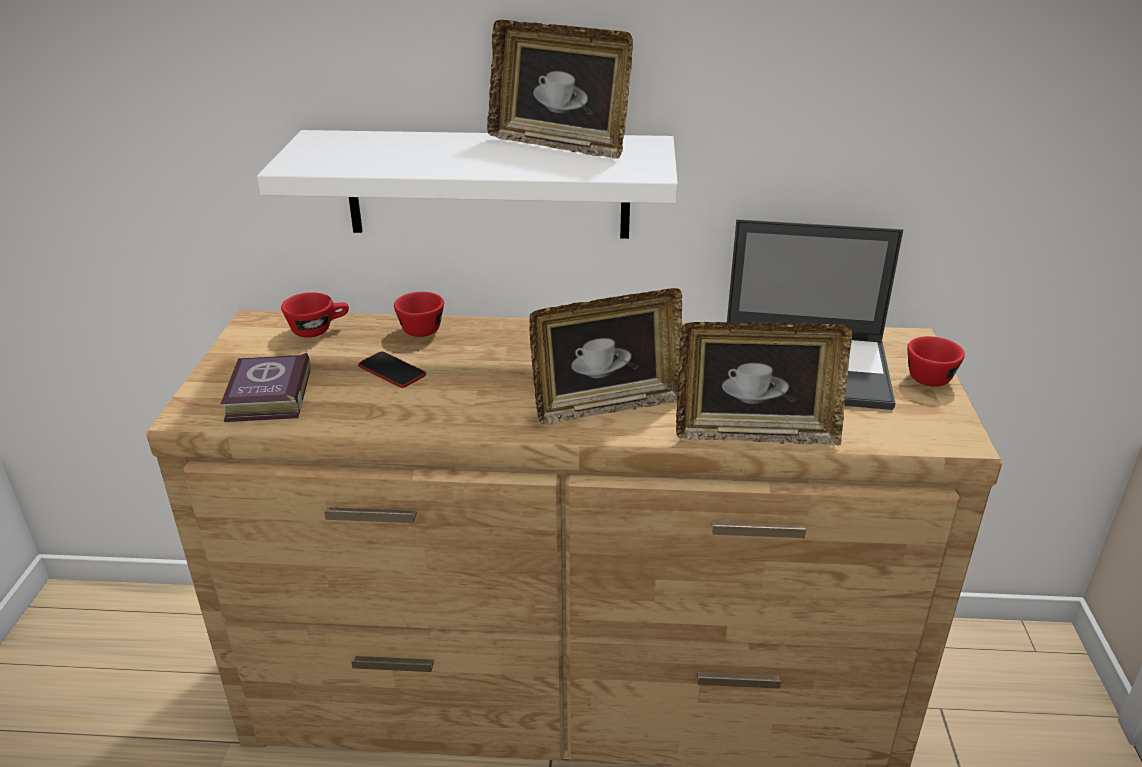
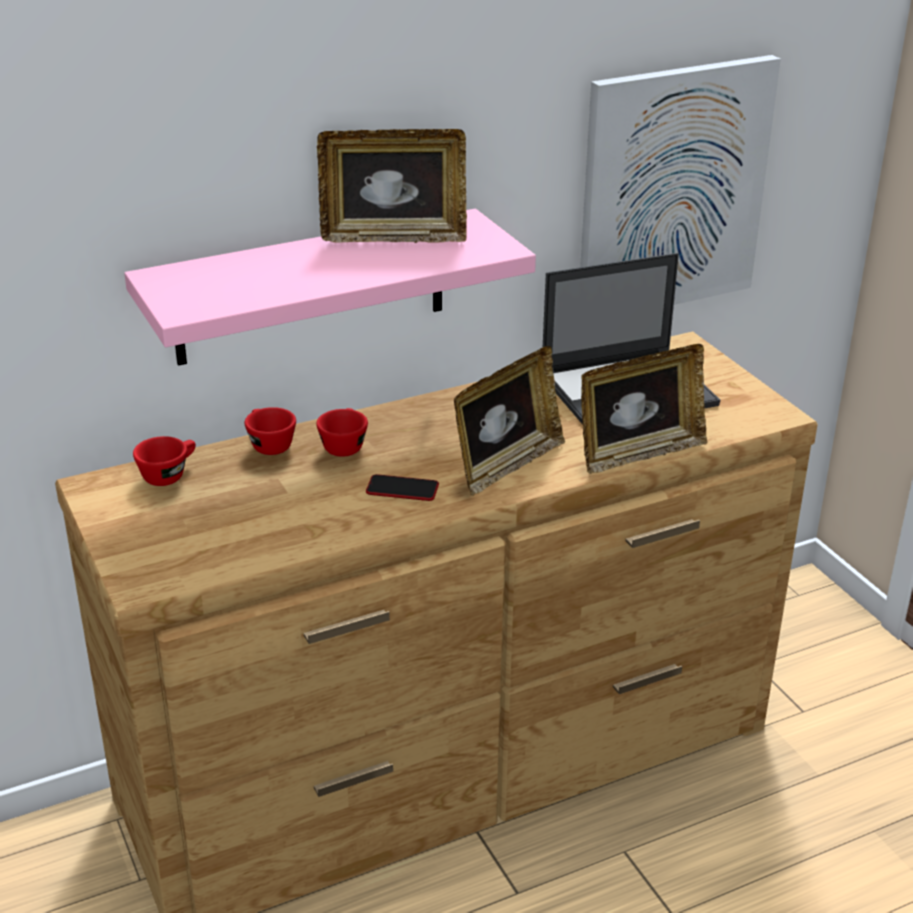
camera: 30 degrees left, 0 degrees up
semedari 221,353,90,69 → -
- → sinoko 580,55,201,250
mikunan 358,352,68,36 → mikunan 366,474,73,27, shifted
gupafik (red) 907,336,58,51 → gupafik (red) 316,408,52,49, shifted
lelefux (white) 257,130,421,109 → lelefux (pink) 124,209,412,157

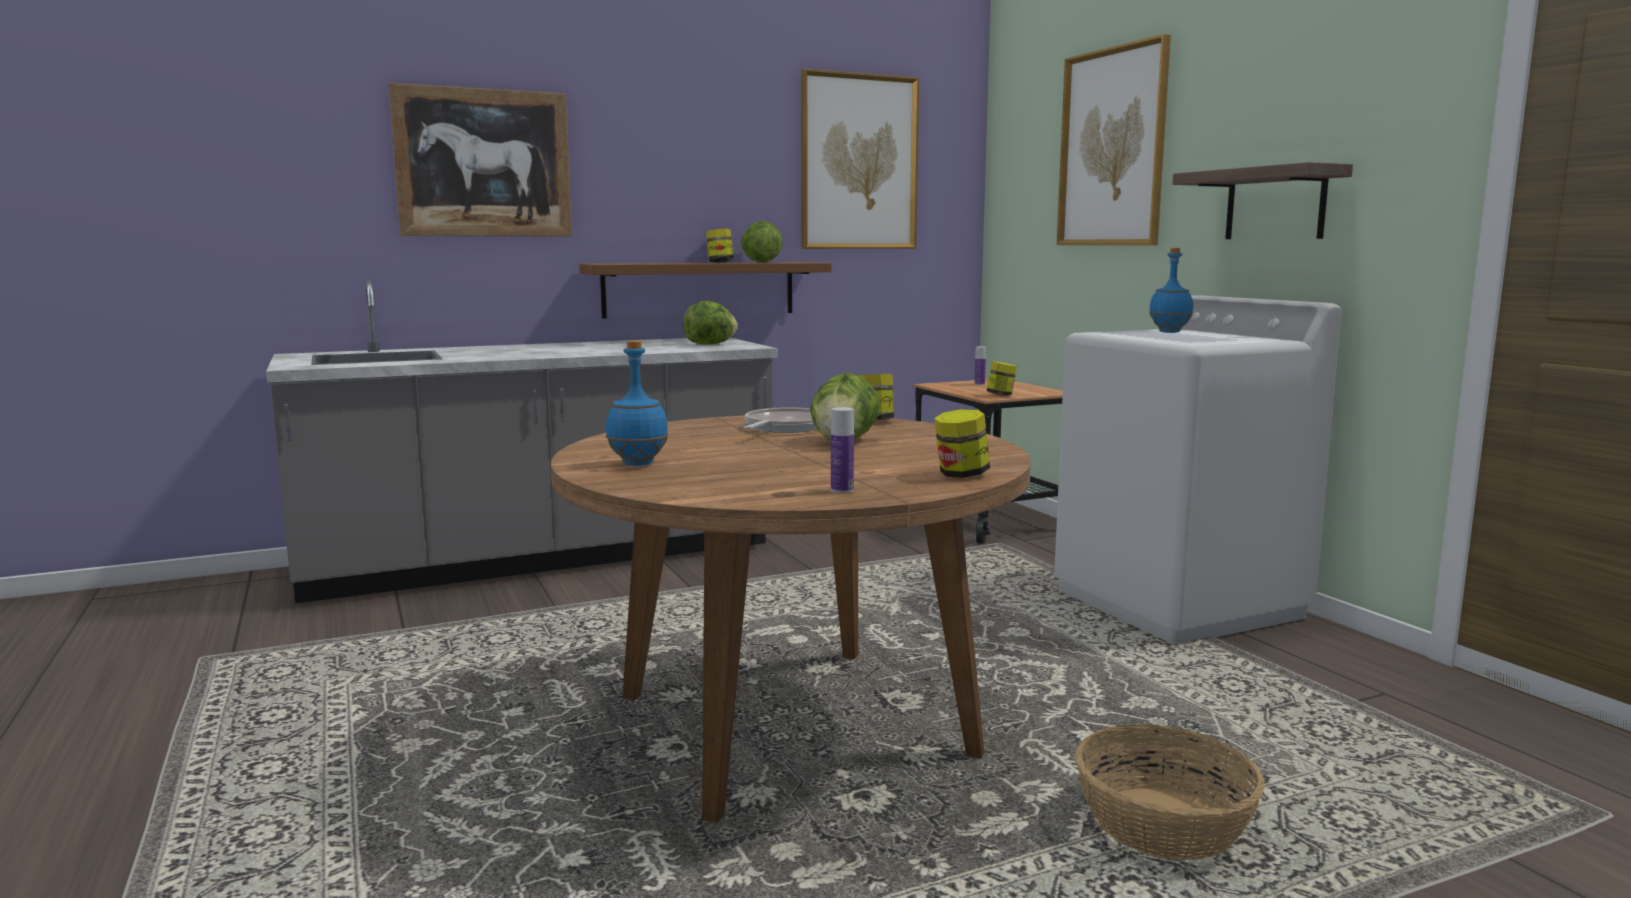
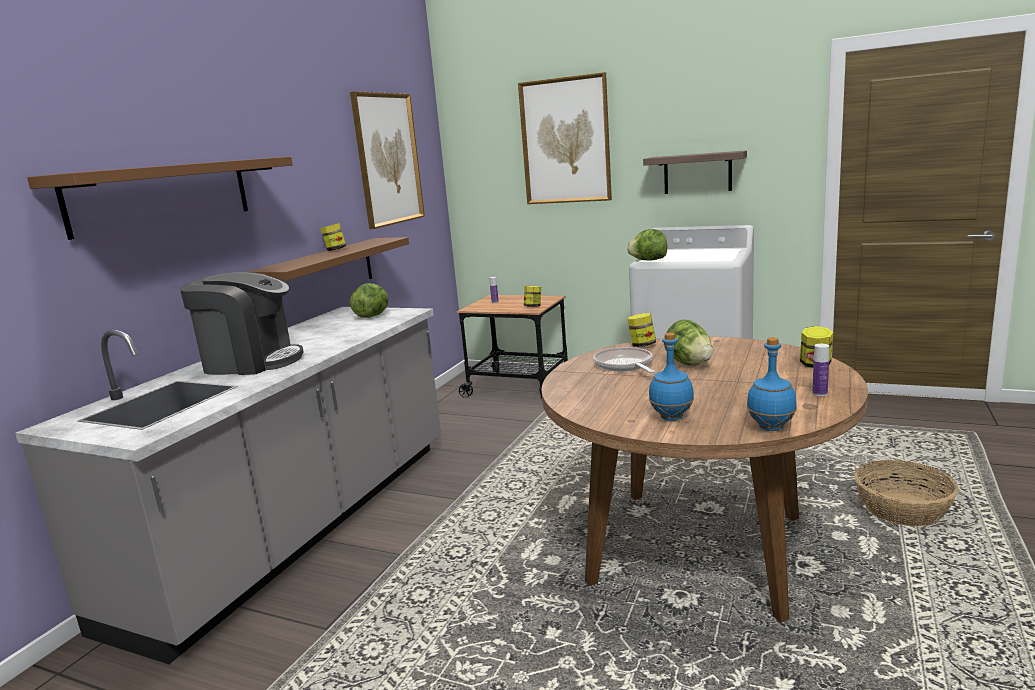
camera: 40 degrees left, 5 degrees up
- → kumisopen 180,272,123,103
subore 741,221,42,41 → subore 627,229,41,32, shifted
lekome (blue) 1149,248,44,85 → lekome (blue) 747,337,50,94, shifted
sinoko 389,83,183,154 → lelefux (brown) 27,156,266,84

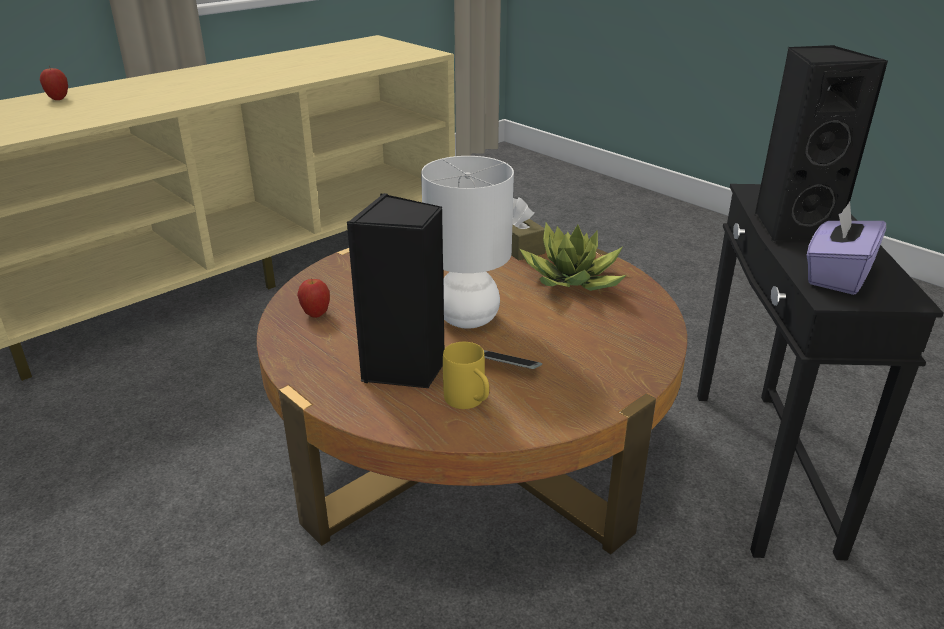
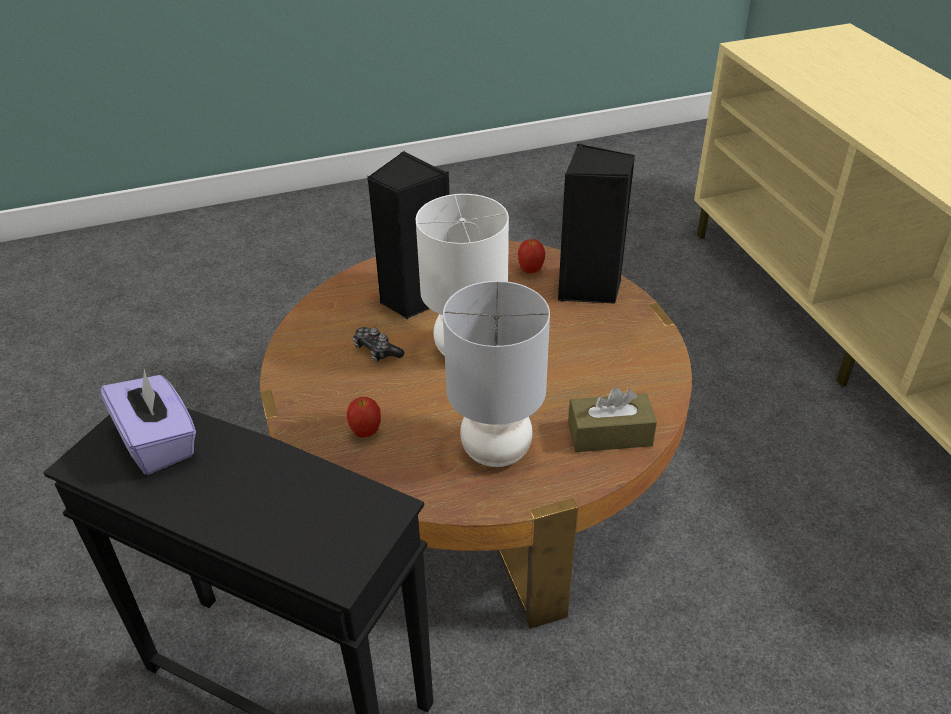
camera: 115 degrees right, 10 degrees up
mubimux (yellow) 443,342,46,67 → -
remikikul 40,66,28,34 → remikikul 347,397,34,41, shifted
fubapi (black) 755,45,133,197 → fubapi (black) 558,144,77,160, shifted
mikunan 484,350,58,19 → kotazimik 353,327,51,35
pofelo 520,223,106,68 → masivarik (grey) 443,281,107,186

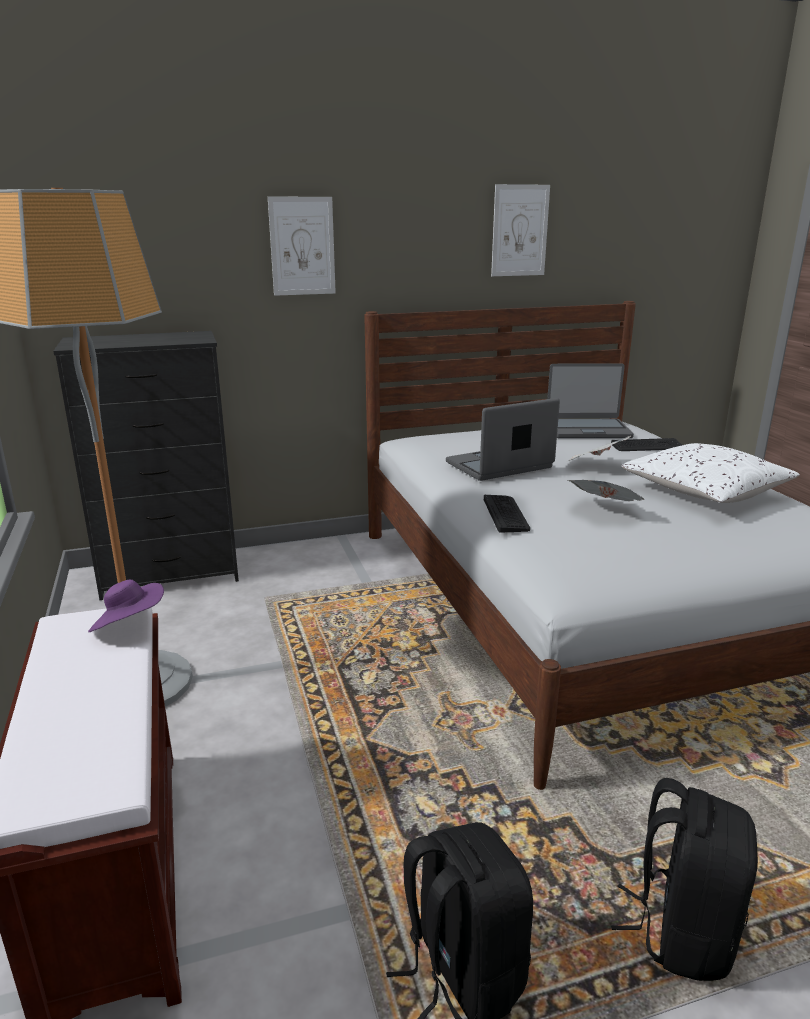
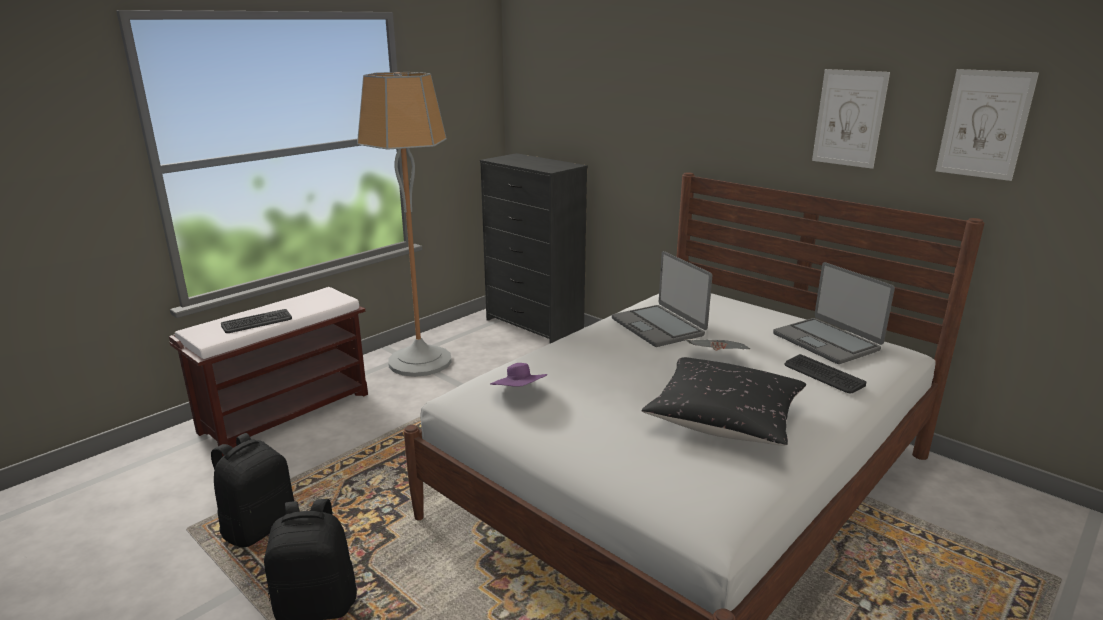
camera: 60 degrees right, 0 degrees up
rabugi 568,480,76,21 → -
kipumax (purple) 88,580,76,53 → kipumax (purple) 490,363,57,24, shifted
sinoko 268,197,68,99 → sinoko 936,69,103,112, shifted
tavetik 484,495,46,37 → tavetik 221,309,71,24, shifted
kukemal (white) 621,443,179,60 → kukemal (black) 641,357,165,89
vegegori 446,398,114,83 → vegegori 612,251,100,96, 150 degrees counterclockwise

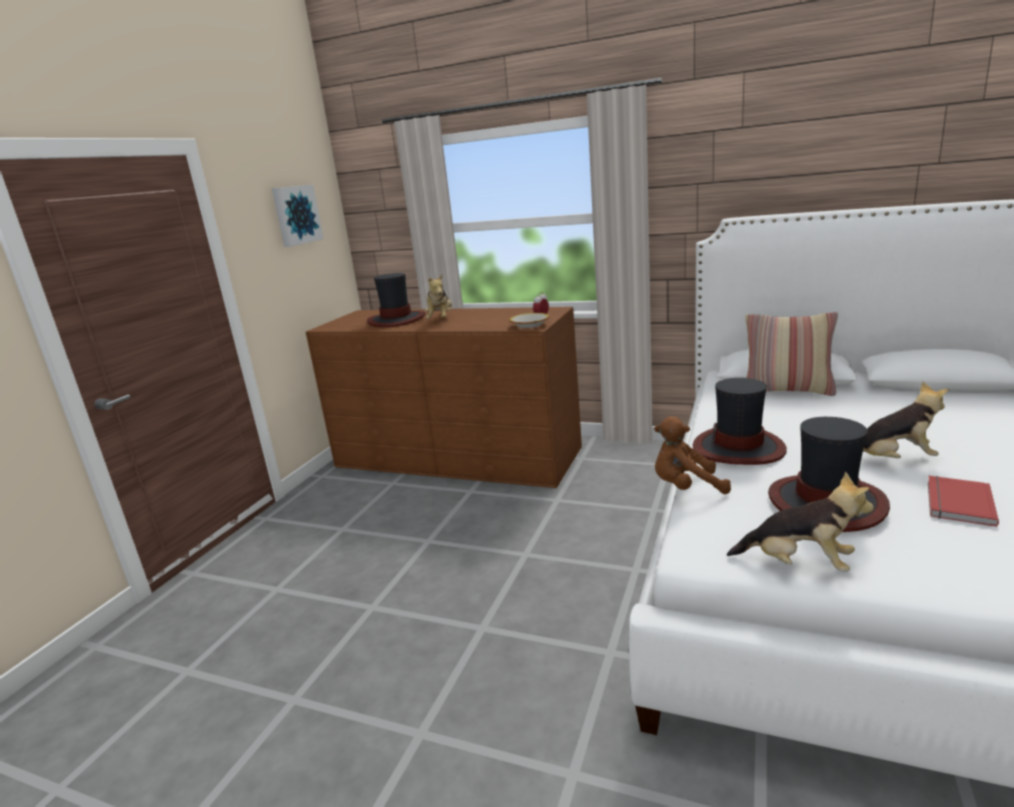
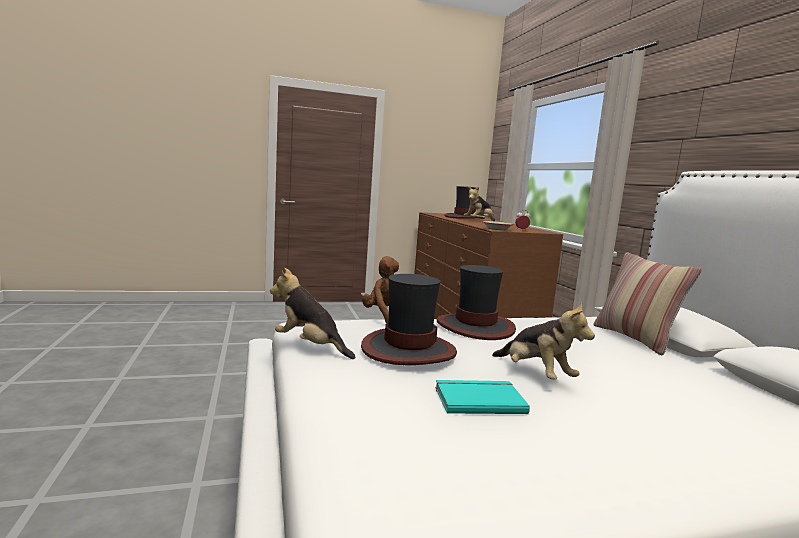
camera: 50 degrees right, 10 degrees down
sinoko 272,185,52,62 → -
semedari (red) 928,476,71,51 → semedari (turquoise) 435,380,95,34
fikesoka 727,471,147,101 → fikesoka 270,268,85,91, 135 degrees clockwise

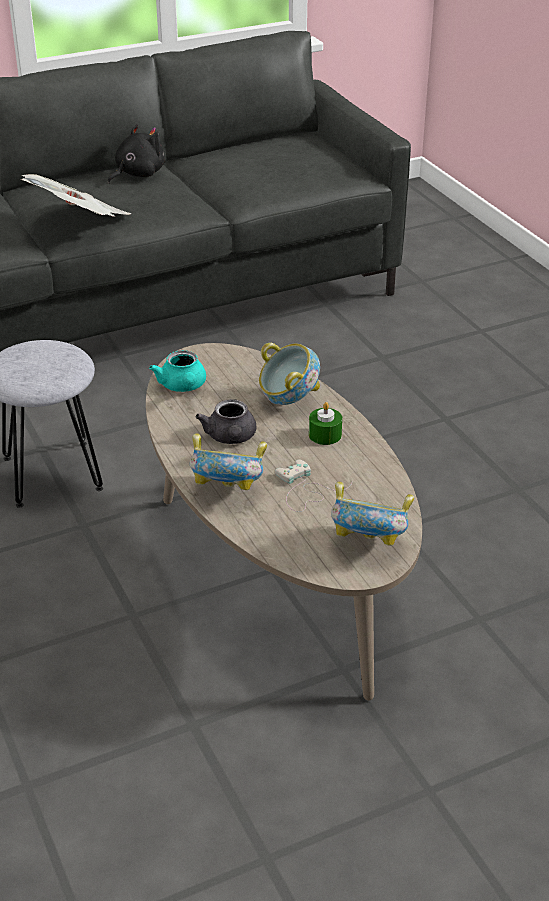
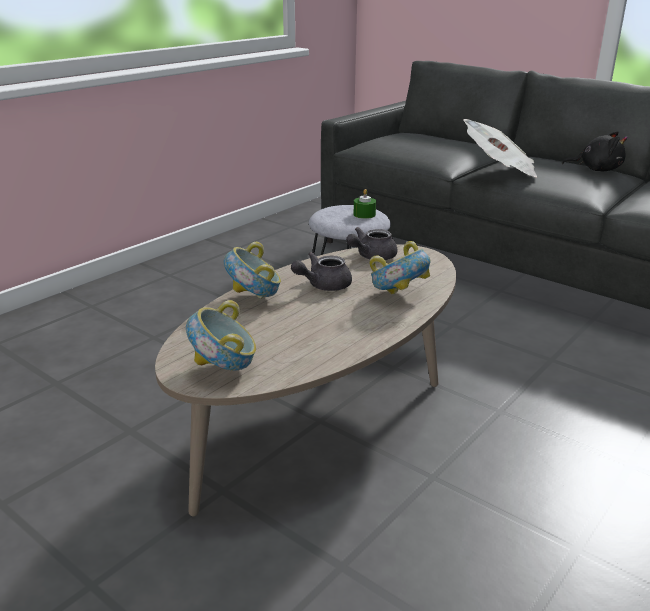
camera: 65 degrees right, 10 degrees down
kotazimik (white) 275,460,78,52 → -
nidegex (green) 309,402,33,43 → nidegex (green) 354,189,22,30, shifted
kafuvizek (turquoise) 149,350,57,42 → kafuvizek (grey) 346,227,51,33

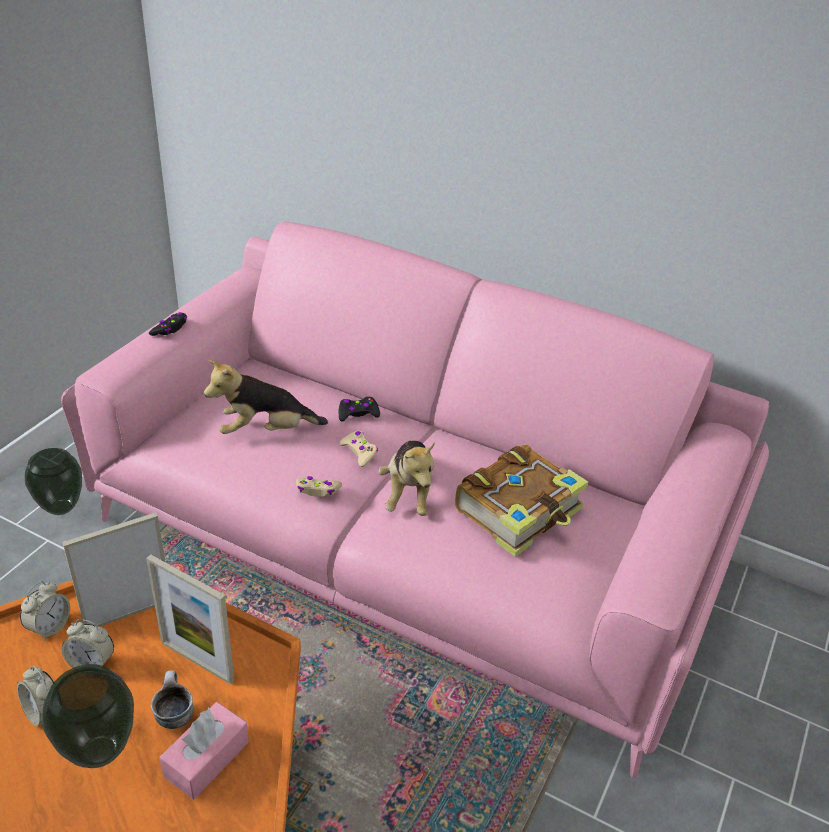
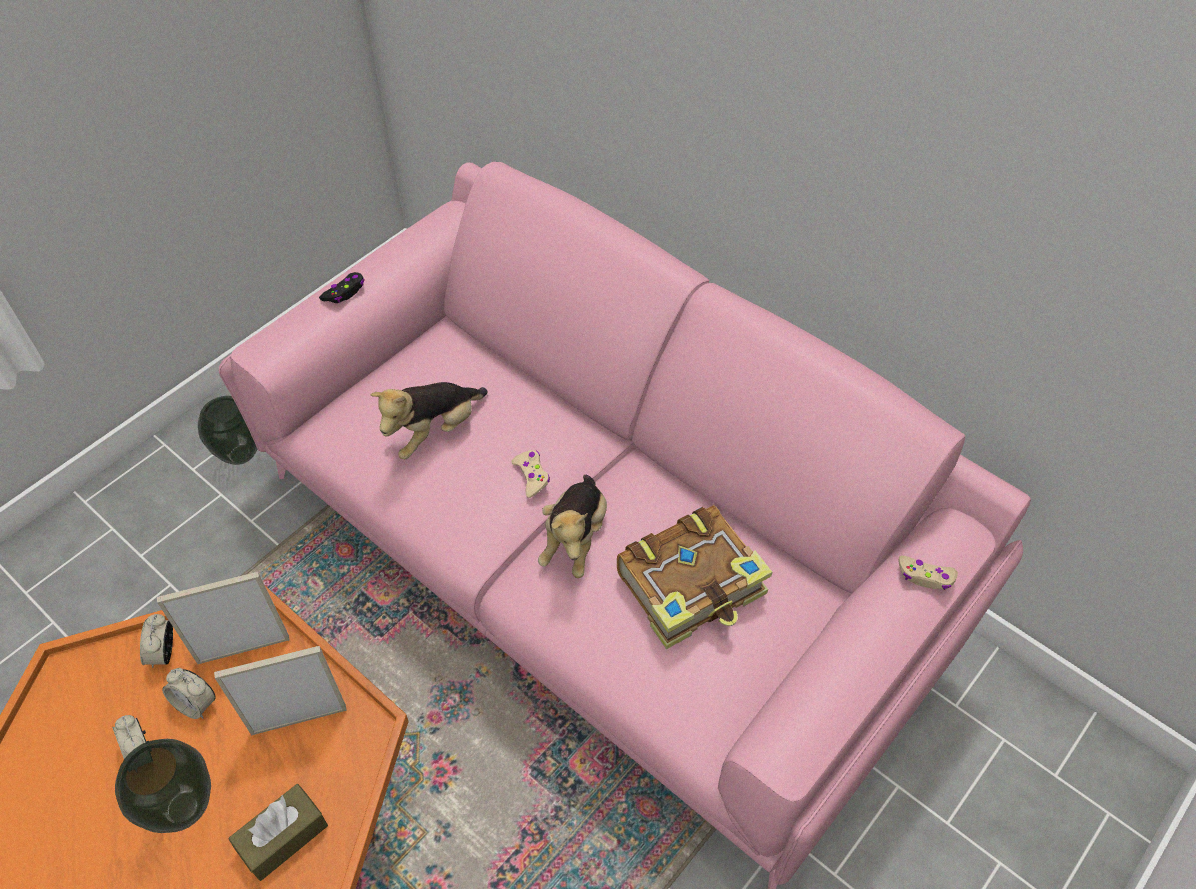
camera: 15 degrees right, 15 degrees up
mubimux 151,670,43,59 → -
kotazimik (black) 339,397,41,24 → -
kotazimik (beige) 296,476,46,21 → kotazimik (beige) 898,556,60,34, shifted
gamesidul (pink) 159,702,90,98 → gamesidul (brown) 229,784,99,97
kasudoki 20,581,50,60 → kasudoki 140,614,33,54, 135 degrees clockwise
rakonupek 146,554,88,130 → rakonupek 214,646,133,89, 120 degrees clockwise
fikesoka 204,360,124,74 → fikesoka 371,382,117,77, 45 degrees counterclockwise

